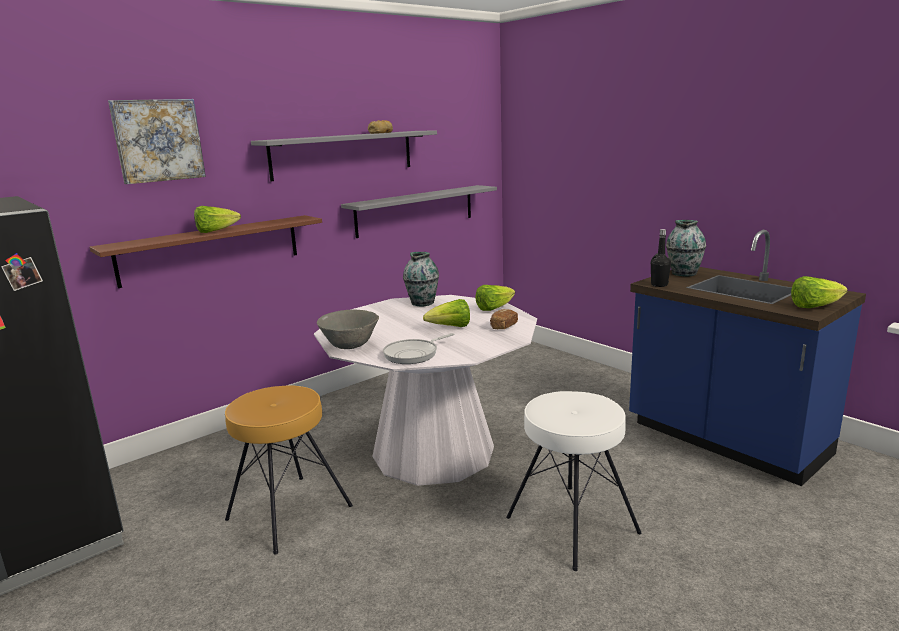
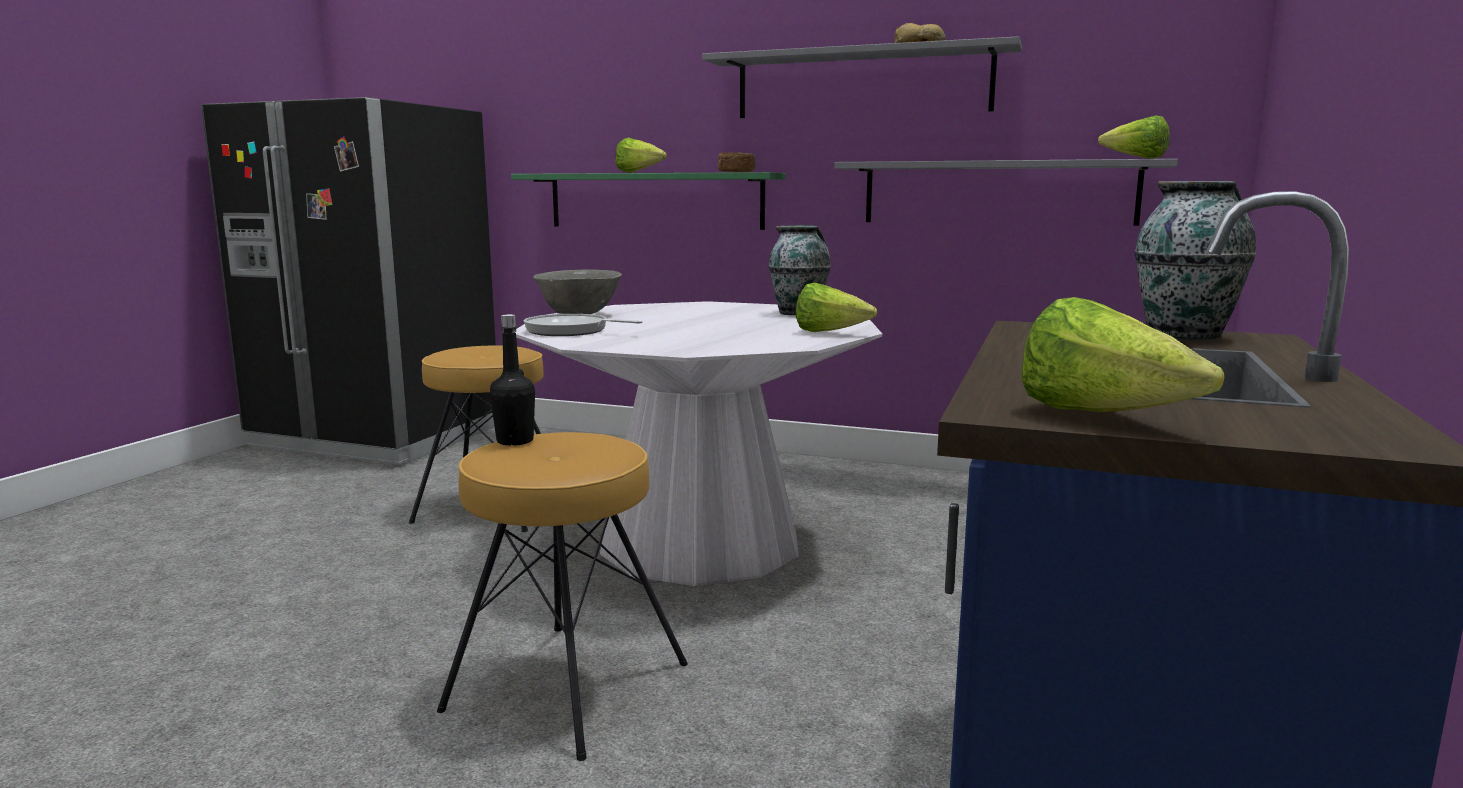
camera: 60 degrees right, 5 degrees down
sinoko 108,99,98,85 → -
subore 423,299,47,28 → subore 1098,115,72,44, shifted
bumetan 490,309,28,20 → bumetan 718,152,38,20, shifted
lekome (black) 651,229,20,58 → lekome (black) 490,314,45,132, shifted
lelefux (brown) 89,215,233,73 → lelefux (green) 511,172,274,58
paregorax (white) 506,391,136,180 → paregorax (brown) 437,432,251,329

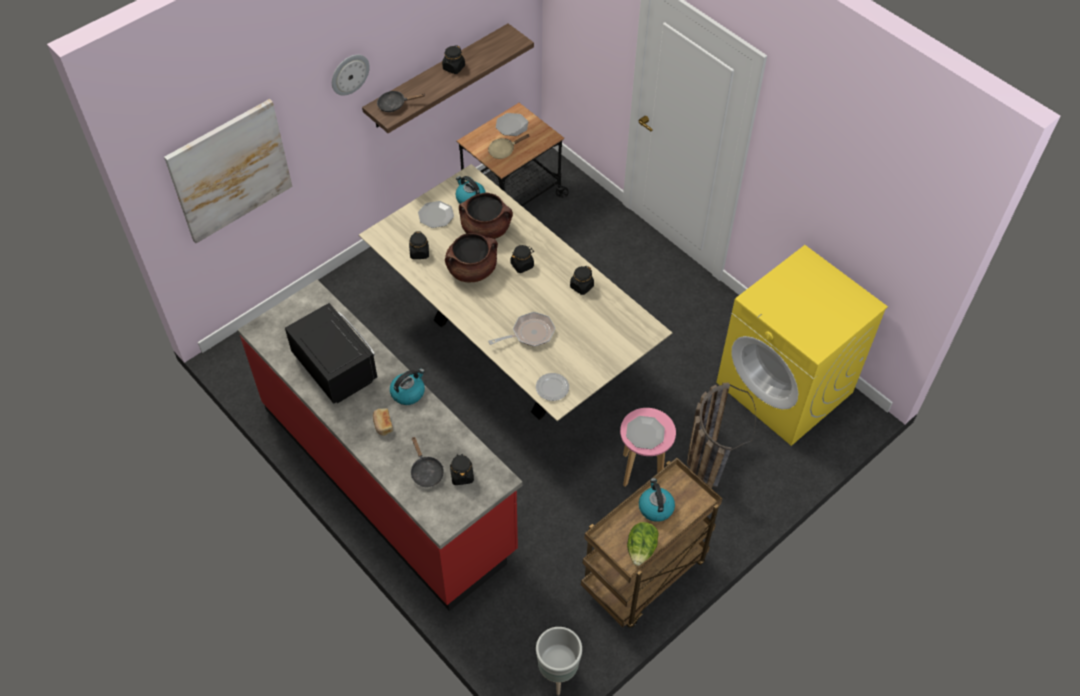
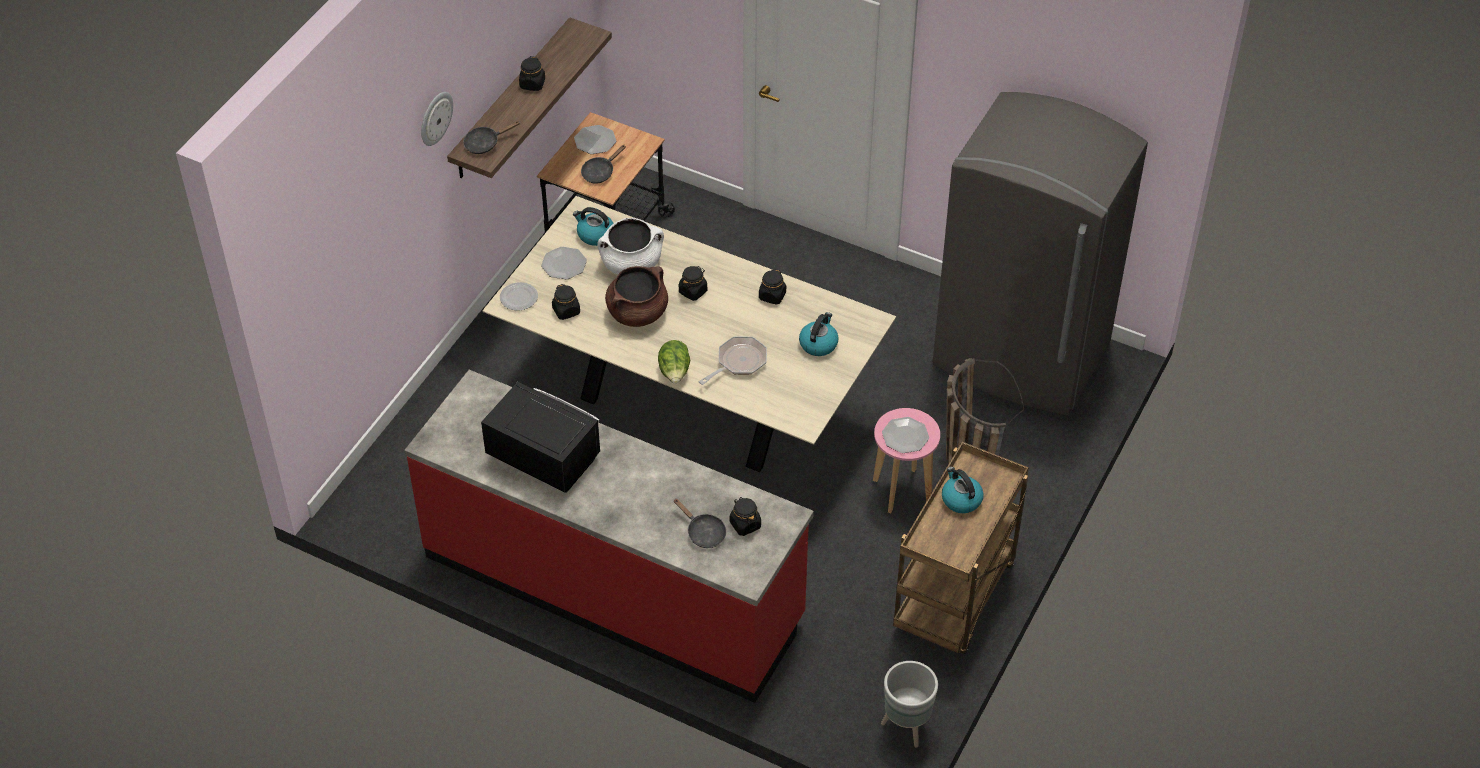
camera: 20 degrees left, 5 degrees down
sinoko 164,99,129,144 → -
bumetan 373,408,20,28 → -
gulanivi 390,368,35,37 → gulanivi 799,312,40,44, shifted
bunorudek 536,373,33,28 → bunorudek 500,282,38,29, shifted
subore 627,522,32,44 → subore 658,340,32,44, shifted
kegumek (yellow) 716,245,172,201 → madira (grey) 933,92,215,323
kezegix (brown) 459,193,54,46 → kezegix (white) 597,218,67,57
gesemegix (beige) 488,134,42,25 → gesemegix (black) 581,145,45,39

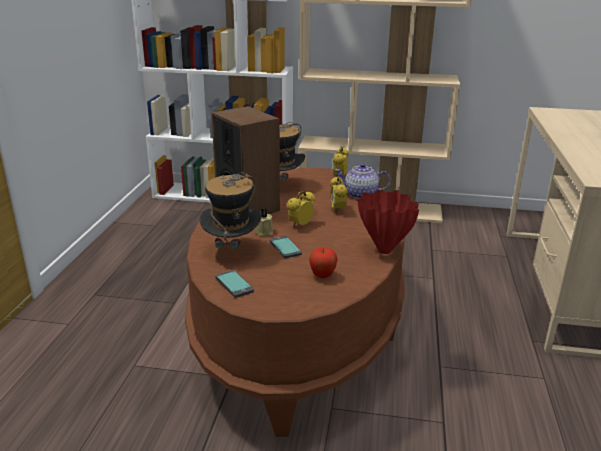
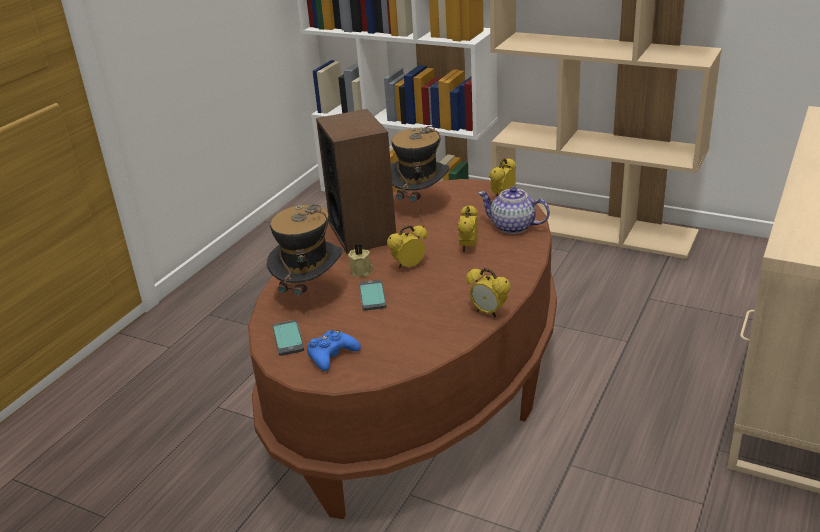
camera: 20 degrees right, 5 degrees up
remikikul 309,247,29,31 → -
- → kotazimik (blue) 307,329,54,42
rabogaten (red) 357,190,62,64 → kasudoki 466,268,44,50

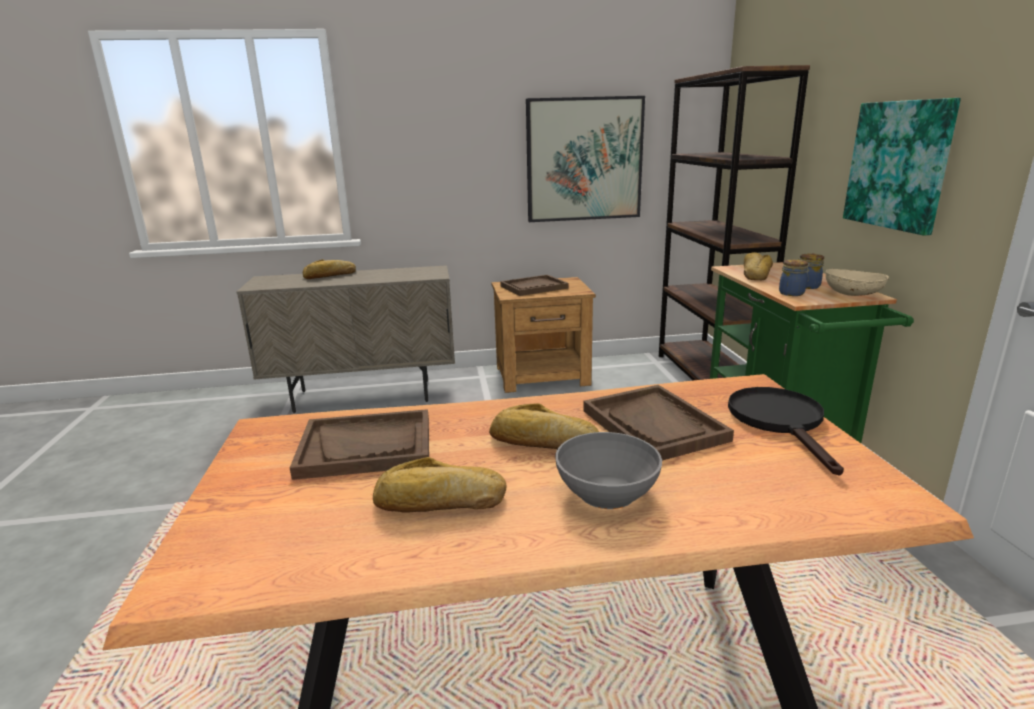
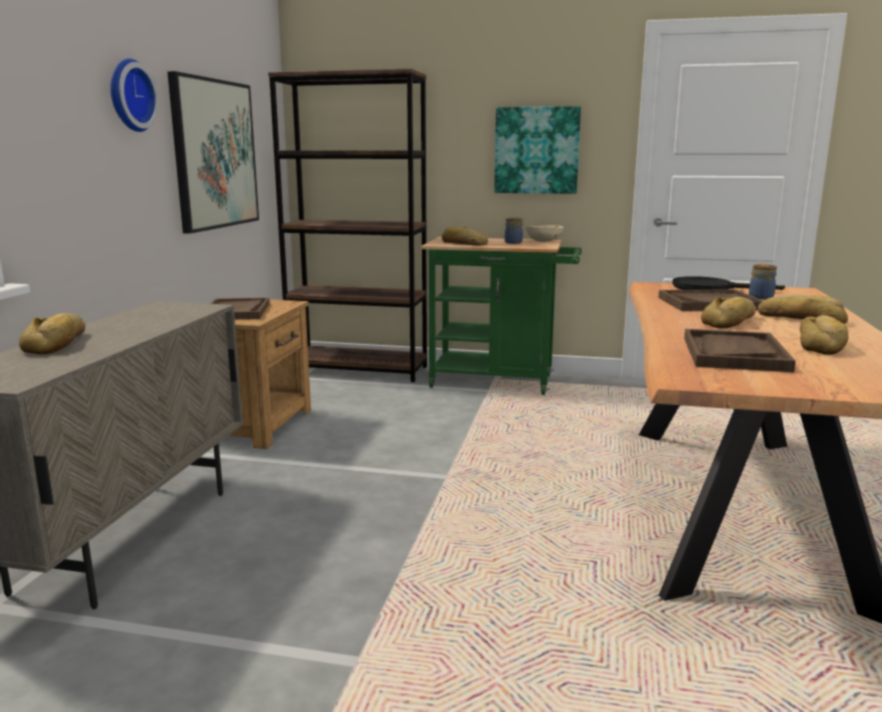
camera: 70 degrees left, 5 degrees down
- → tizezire 110,59,49,73
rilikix 779,259,31,37 → rilikix 749,264,28,36, shifted
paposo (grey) 555,432,107,77 → bumetan 758,294,90,30

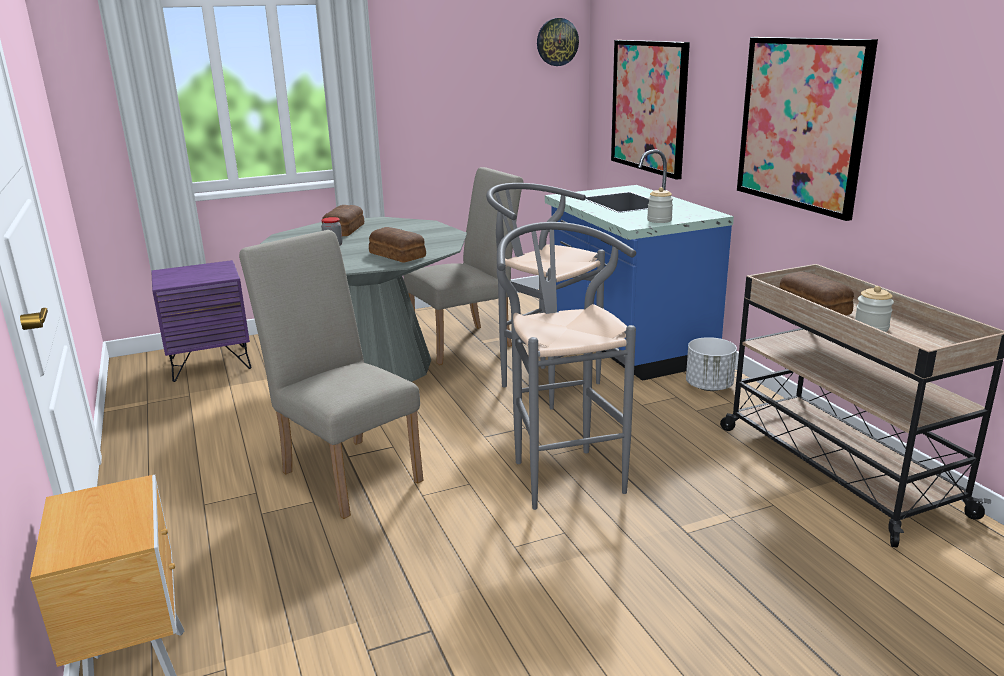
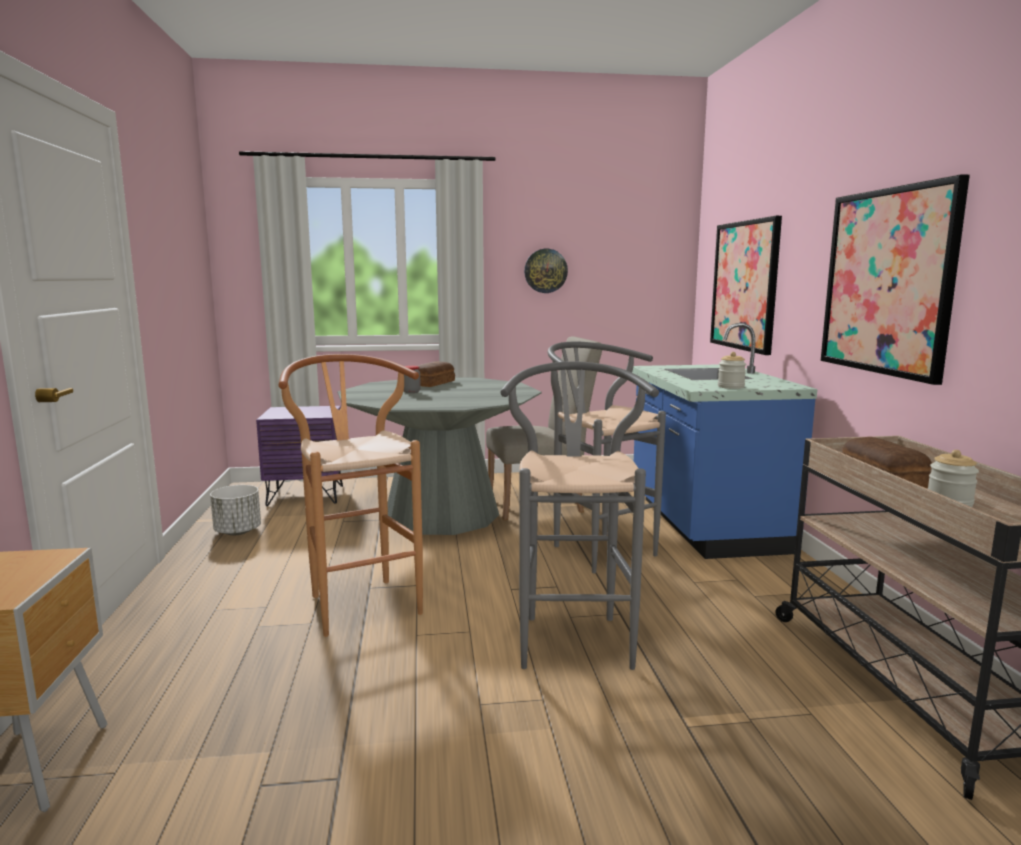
camera: 15 degrees right, 10 degrees down
bumetan 369,227,57,35 → -
tizezire 537,18,42,48 → tizezire 524,249,44,44, shifted
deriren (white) 686,337,51,54 → deriren (white) 210,485,51,50, shifted
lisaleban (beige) 239,230,185,289 → paregorax (brown) 278,354,145,283

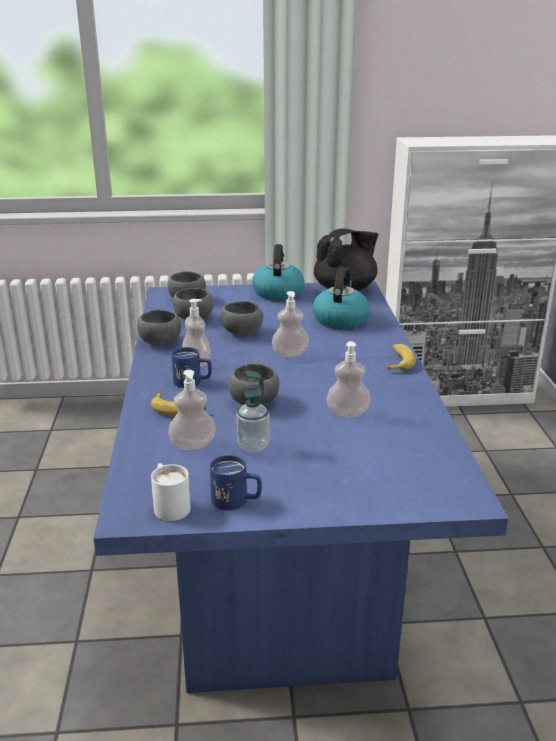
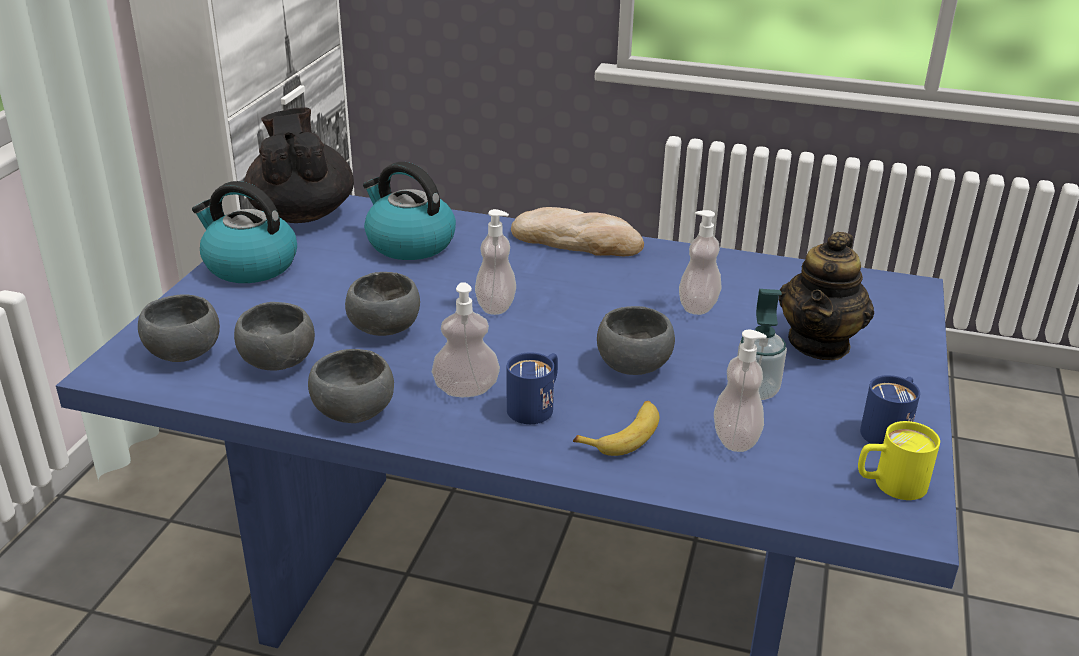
camera: 70 degrees left, 5 degrees up
- → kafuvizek 779,232,95,128
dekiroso 388,344,28,26 → bumetan 511,207,133,49
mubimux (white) 151,463,40,58 → mubimux (yellow) 858,421,82,79

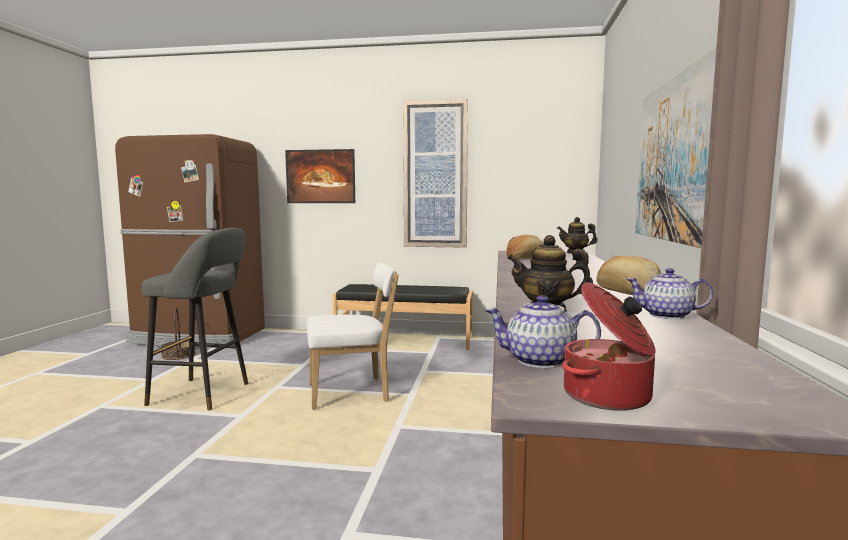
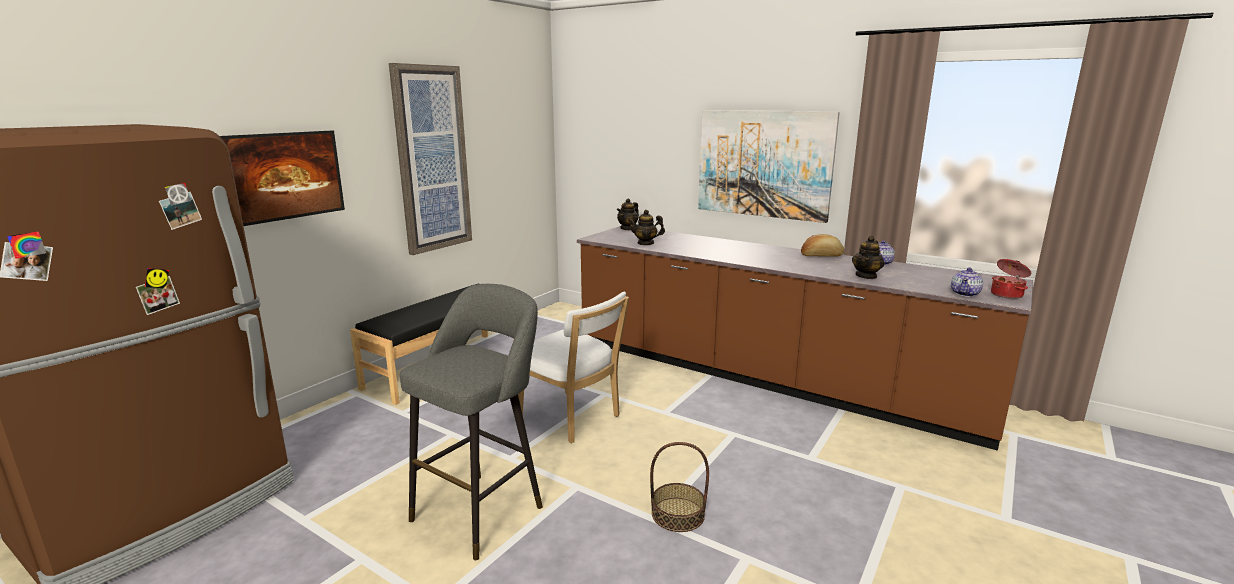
camera: 65 degrees left, 10 degrees up
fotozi 161,307,35,53 → fotozi 650,442,59,90, shifted
bumetan 506,235,38,24 → kafuvizek 628,210,37,35
lisaleban (white) 306,262,93,148 → lisaleban (white) 518,291,111,152, 120 degrees clockwise

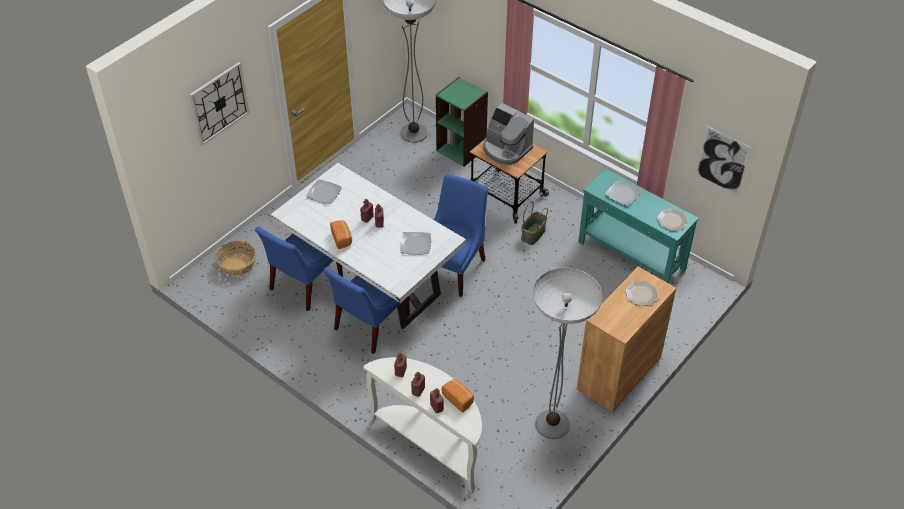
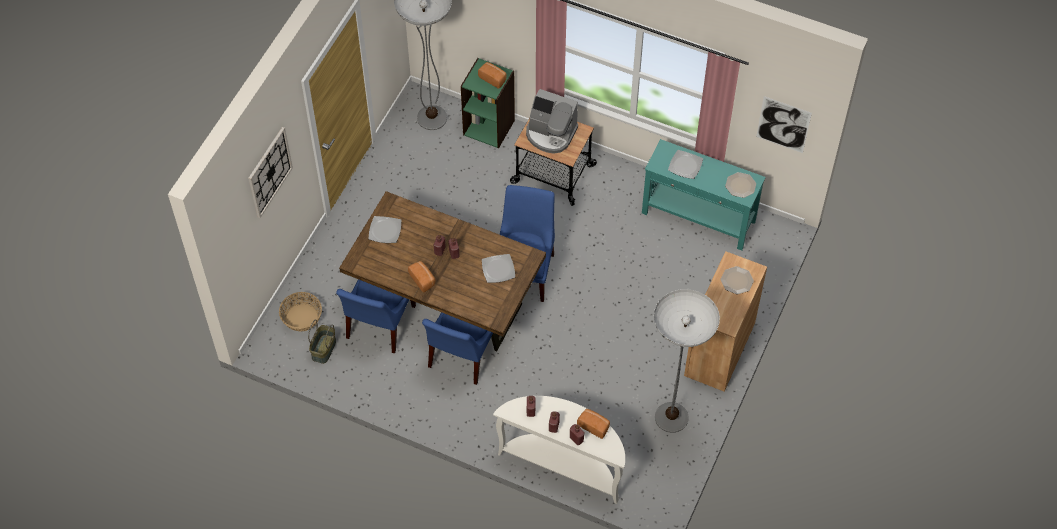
camera: 15 degrees left, 10 degrees up
- → bumetan 478,62,29,27
fotozi 521,201,27,44 → fotozi 308,320,28,44, shifted
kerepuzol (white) 271,163,195,166 → kerepuzol (brown) 339,191,207,160

